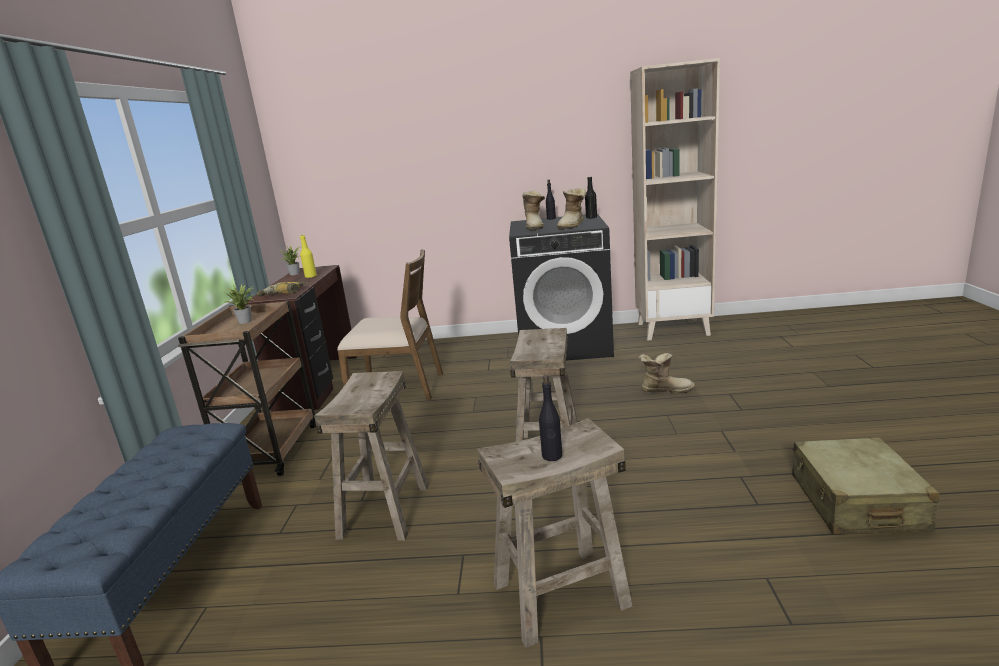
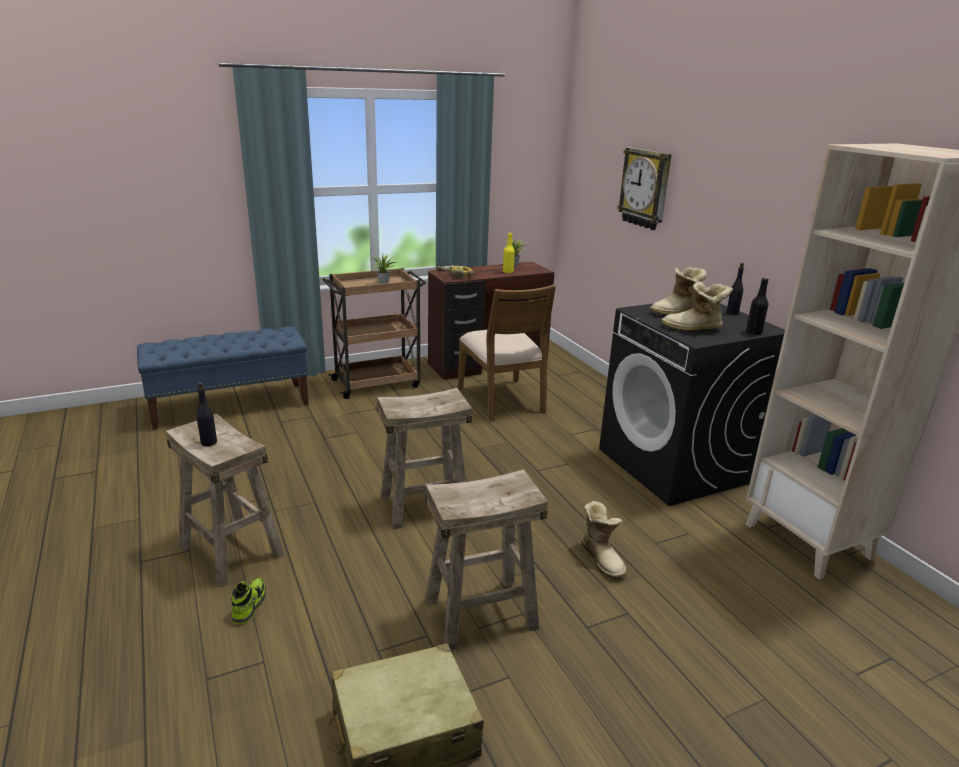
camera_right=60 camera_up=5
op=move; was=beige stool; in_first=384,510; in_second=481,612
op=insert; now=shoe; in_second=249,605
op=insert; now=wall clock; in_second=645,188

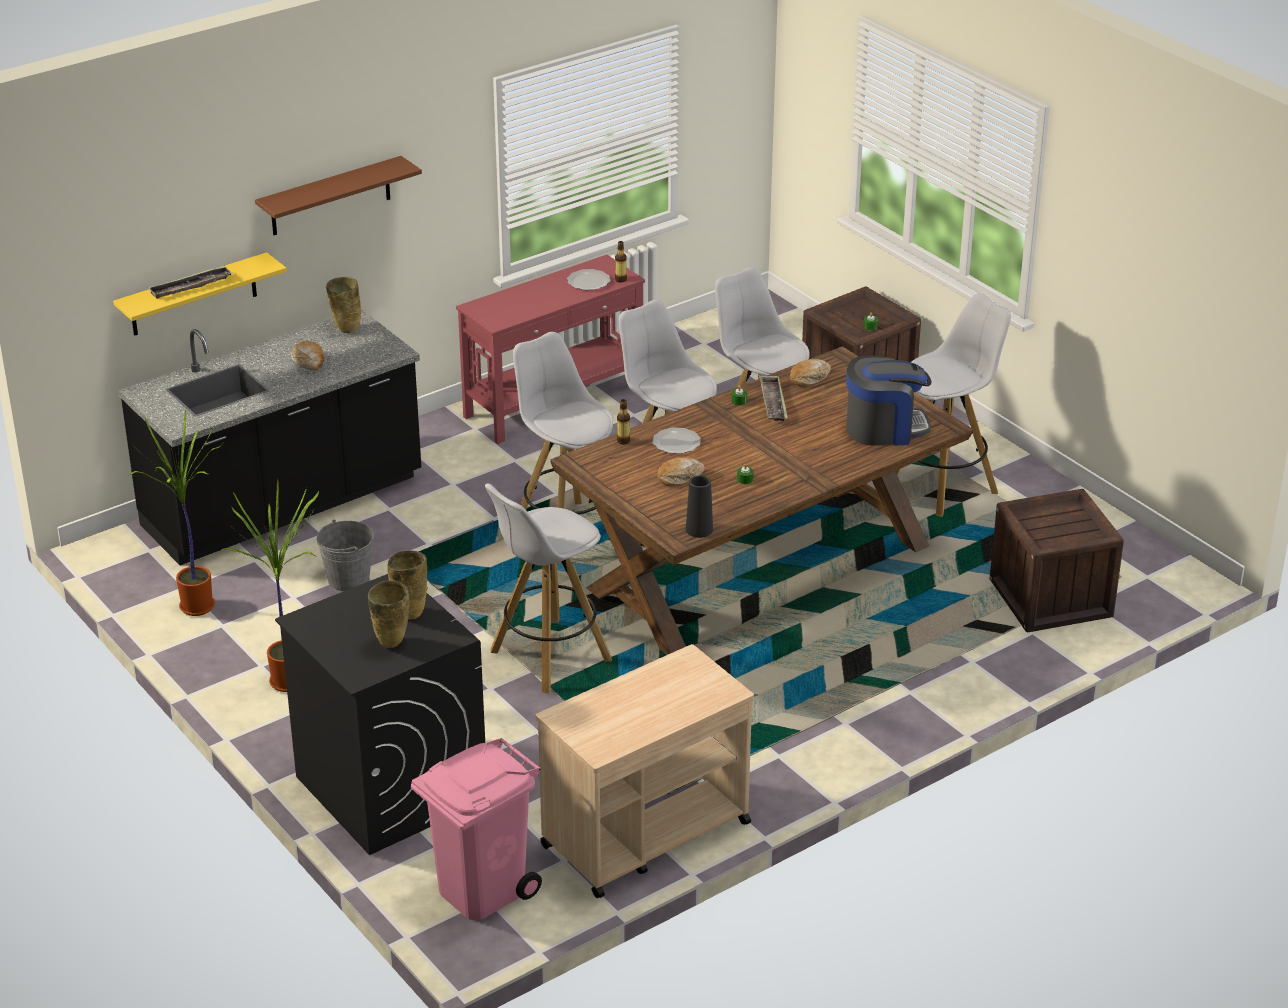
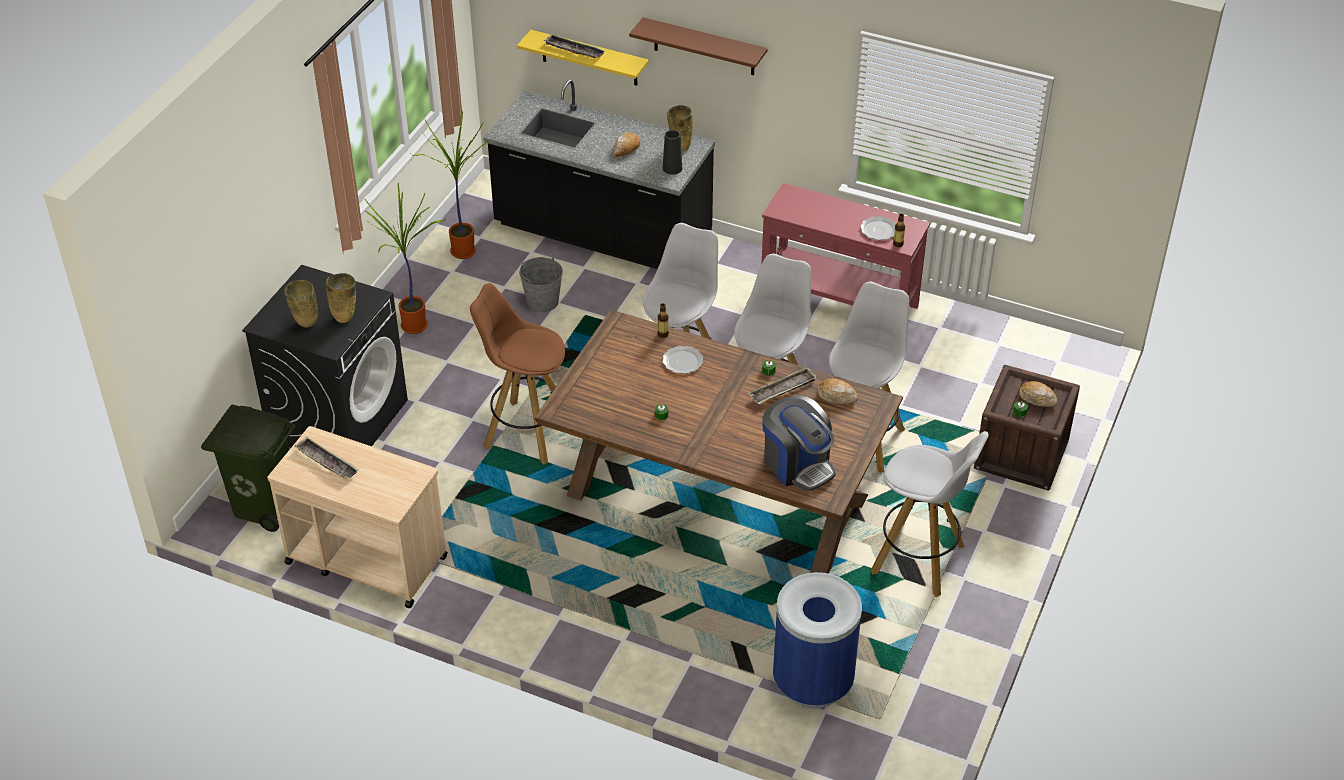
camera_right=60 camera_up=10
op=recolor; was=pink trash can; now=green trash can; in_first=480,889; in_second=264,504
op=recolor; was=white stool; now=brown stool; in_first=548,657; in_second=526,432
op=move; was=bread; in_first=680,477; in_second=1037,398
op=move; was=black vase; in_first=699,529; in_second=672,168
op=replace; was=crate; now=blue trash can; in_first=1050,598; in_second=812,682
op=insert; now=tray; in_second=327,462

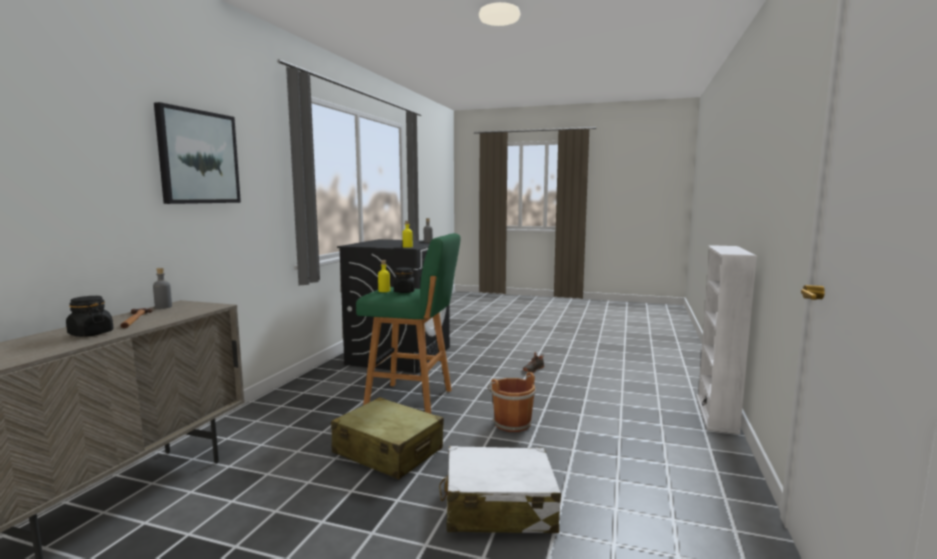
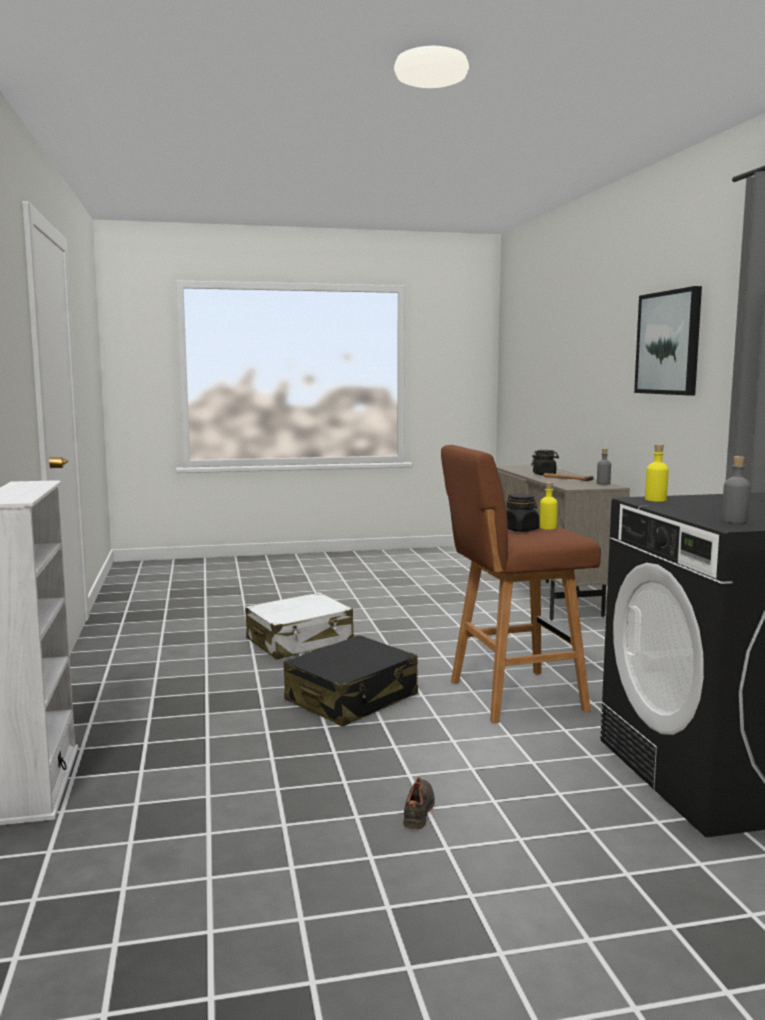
camera_right=150 camera_up=0
op=delete; was=beige suitcase; in_first=388,451
op=recolor; was=green stool; now=brown stool; in_first=412,401; in_second=512,696
op=replace; was=brown bucket; now=black suitcase; in_first=511,423; in_second=352,698

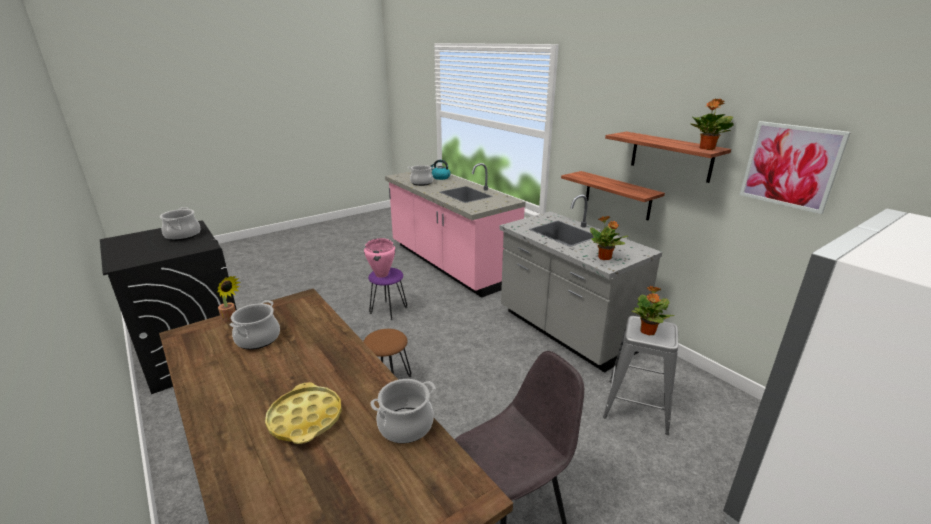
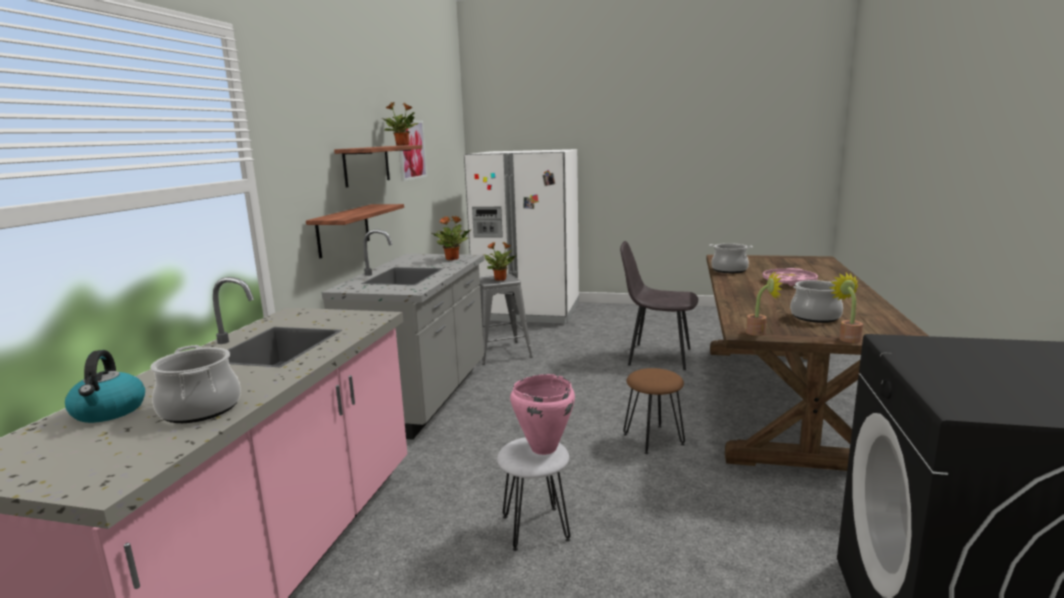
camera_right=-130 camera_up=-10
op=delete; was=cooking pot; in_first=183,235
op=recolor; was=yellow tray; now=pink tray; in_first=305,418; in_second=789,281
op=recolor; was=purple stool; now=white stool; in_first=388,310; in_second=534,528
op=insert; now=potted plant; in_second=759,332

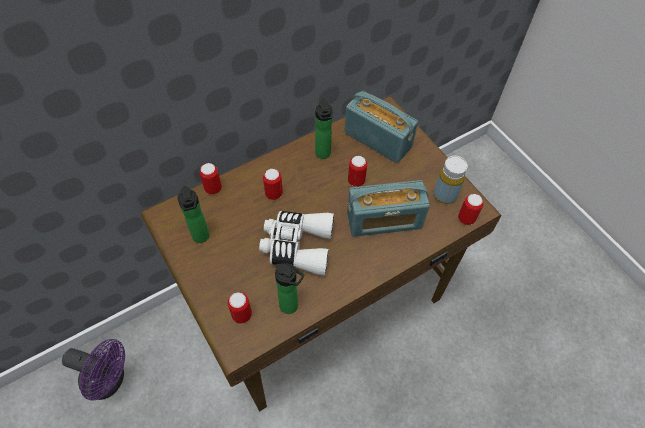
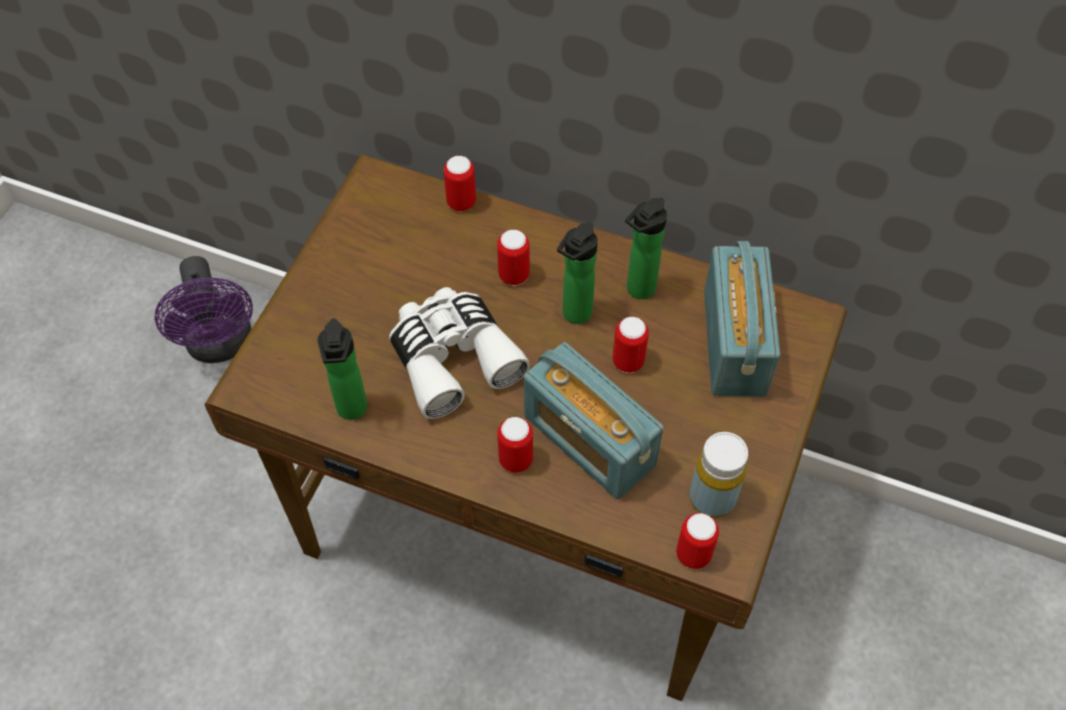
camera_right=55 camera_up=0
op=move; was=bottle; in_first=201,238; in_second=574,315
op=move; was=can; in_first=242,315; in_second=515,460

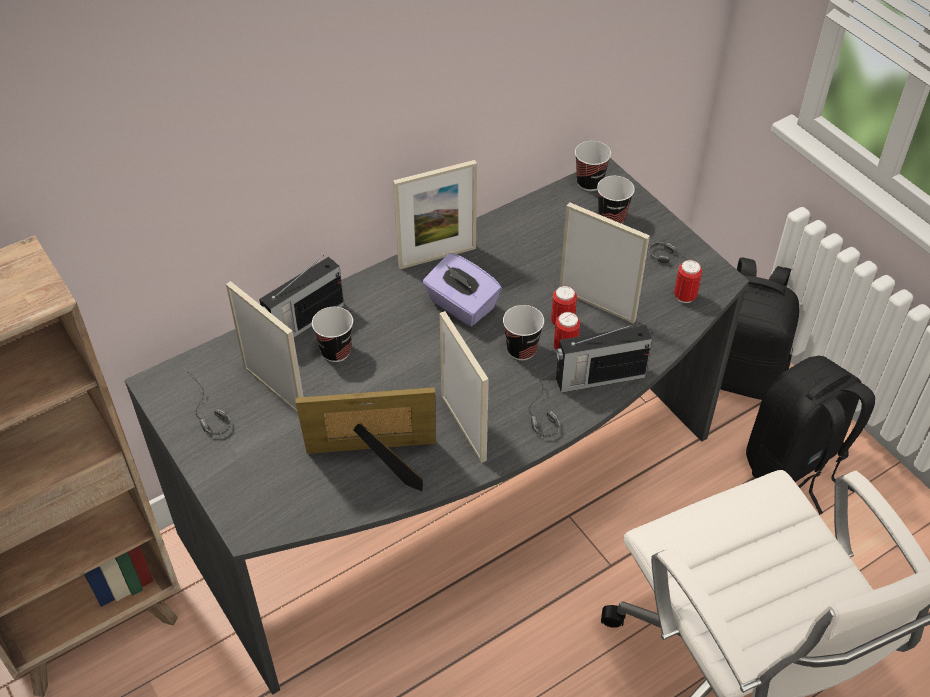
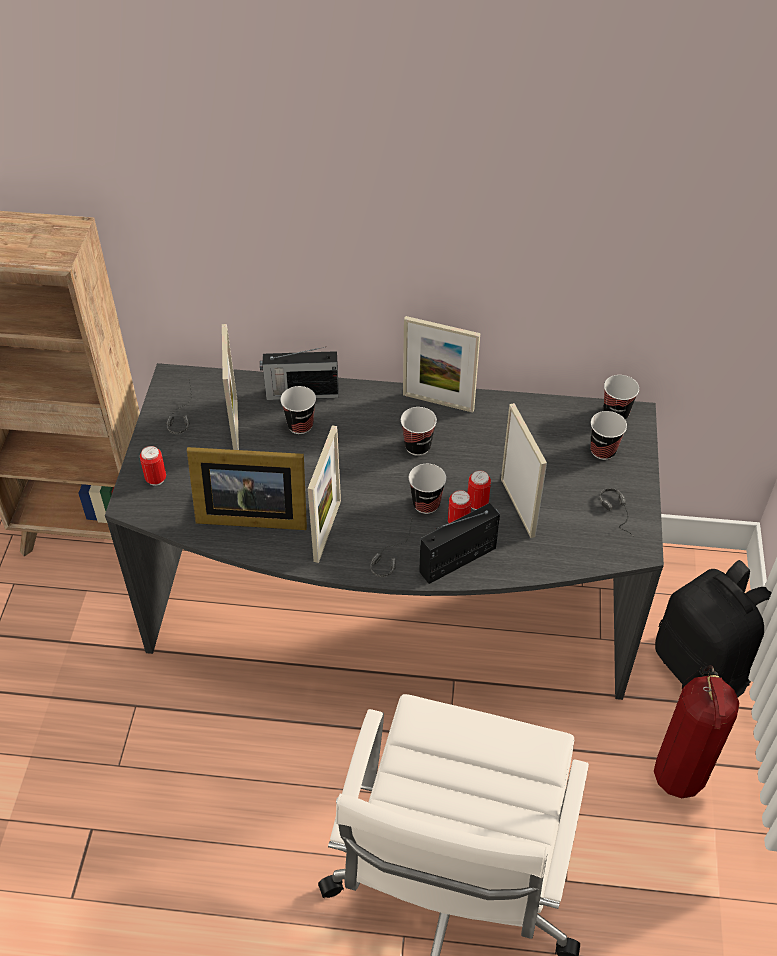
camera_right=40 camera_up=0
op=rotate; was=picture frame; in_first=376,460; in_second=249,513; clockwise=150
op=replace; was=purple tissue box; now=cup; in_first=461,305; in_second=417,446
op=rotate; was=radio; in_first=598,378; in_second=459,559; clockwise=120
op=move; was=can; in_first=685,296; in_second=156,479
op=replace; was=black backpack; now=fire extinguisher; in_first=795,466; in_second=676,772

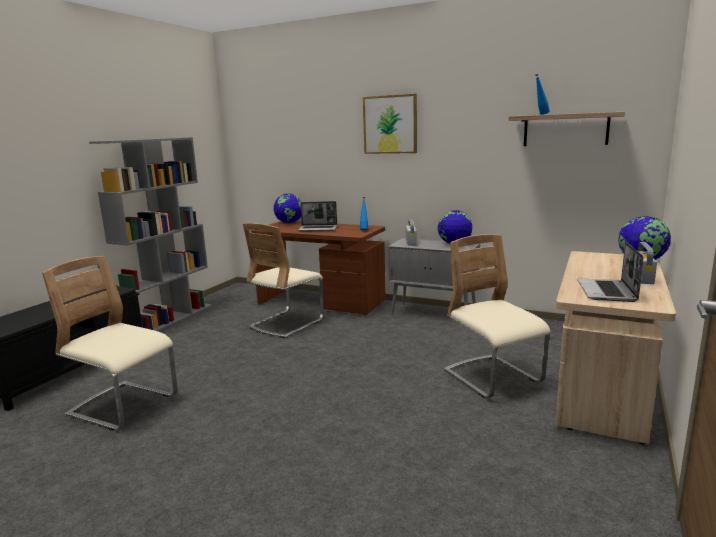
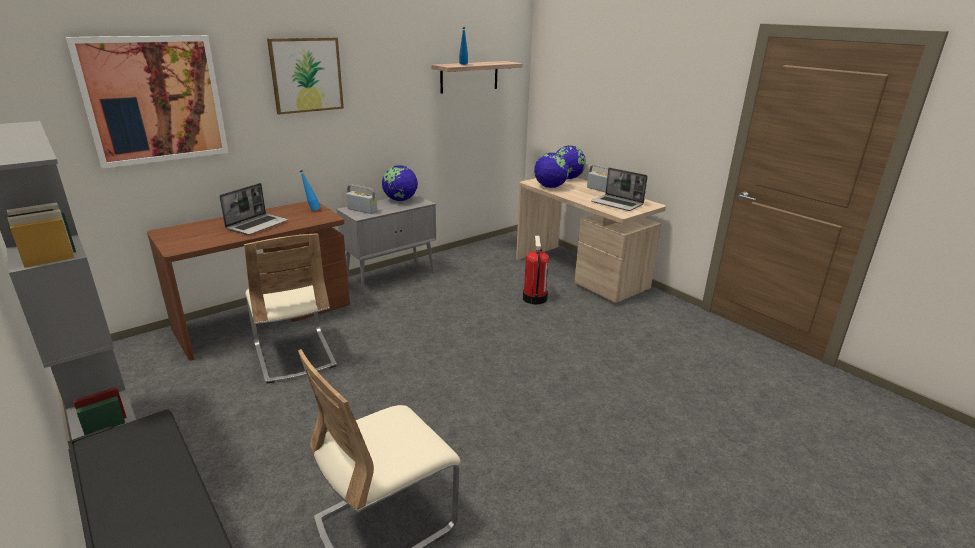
camera_right=-65 camera_up=10
op=move; was=globe; in_first=289,223; in_second=550,187
op=replace; was=beige chair; now=fire extinguisher; in_first=492,378; in_second=534,298
op=insert; now=picture; in_second=154,100

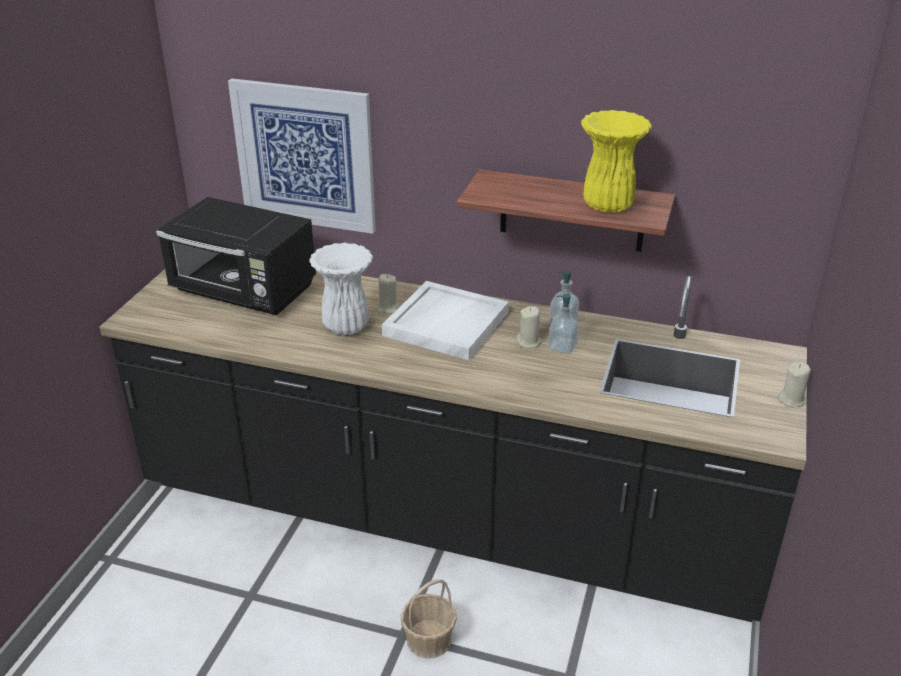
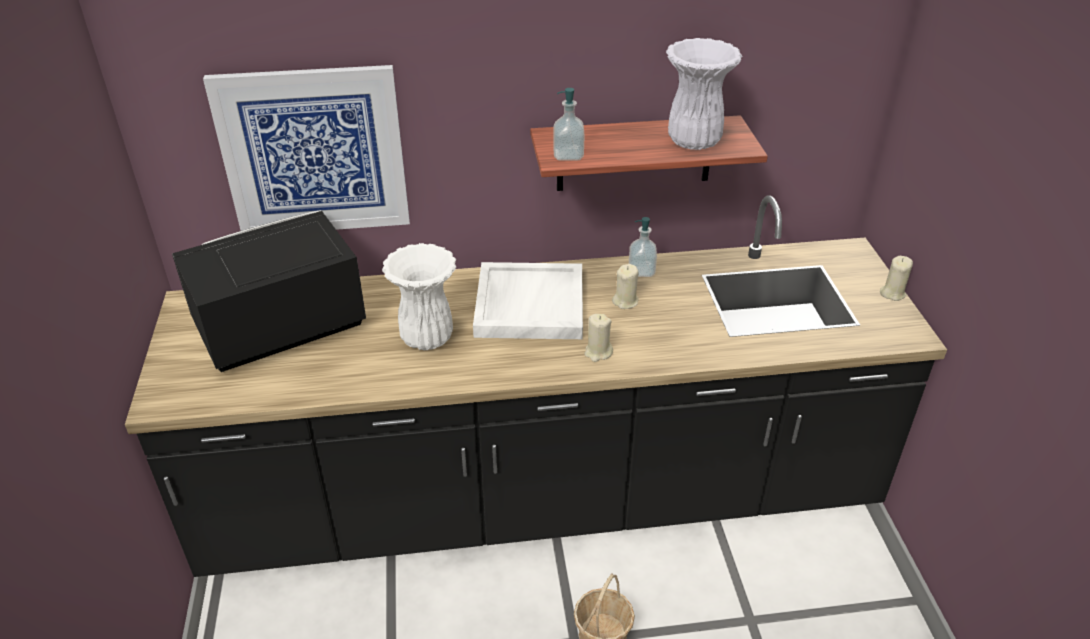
camera_right=-25 camera_up=5
op=rotate; was=black microwave; in_first=244,292; in_second=278,328; clockwise=150
op=move; was=beige candle; in_first=388,308; in_second=598,352
op=move; was=soap dispenser; in_first=562,347; in_second=568,155
op=recolor; was=yellow vase; now=white vase; in_first=606,206; in_second=693,142

